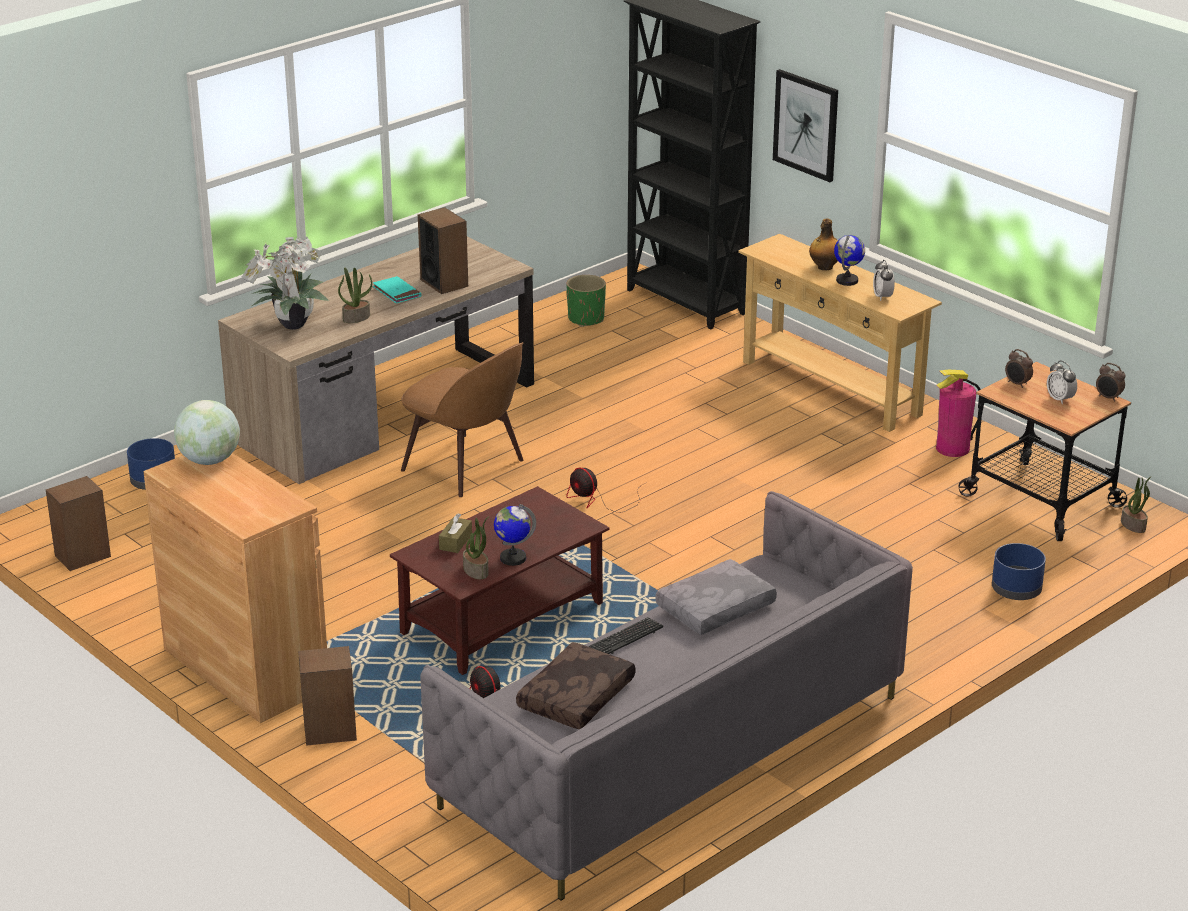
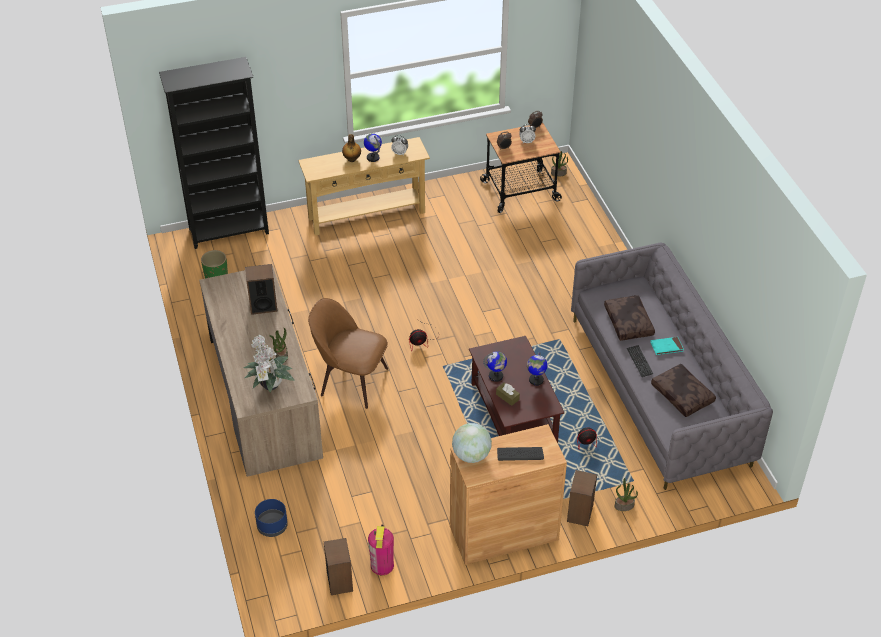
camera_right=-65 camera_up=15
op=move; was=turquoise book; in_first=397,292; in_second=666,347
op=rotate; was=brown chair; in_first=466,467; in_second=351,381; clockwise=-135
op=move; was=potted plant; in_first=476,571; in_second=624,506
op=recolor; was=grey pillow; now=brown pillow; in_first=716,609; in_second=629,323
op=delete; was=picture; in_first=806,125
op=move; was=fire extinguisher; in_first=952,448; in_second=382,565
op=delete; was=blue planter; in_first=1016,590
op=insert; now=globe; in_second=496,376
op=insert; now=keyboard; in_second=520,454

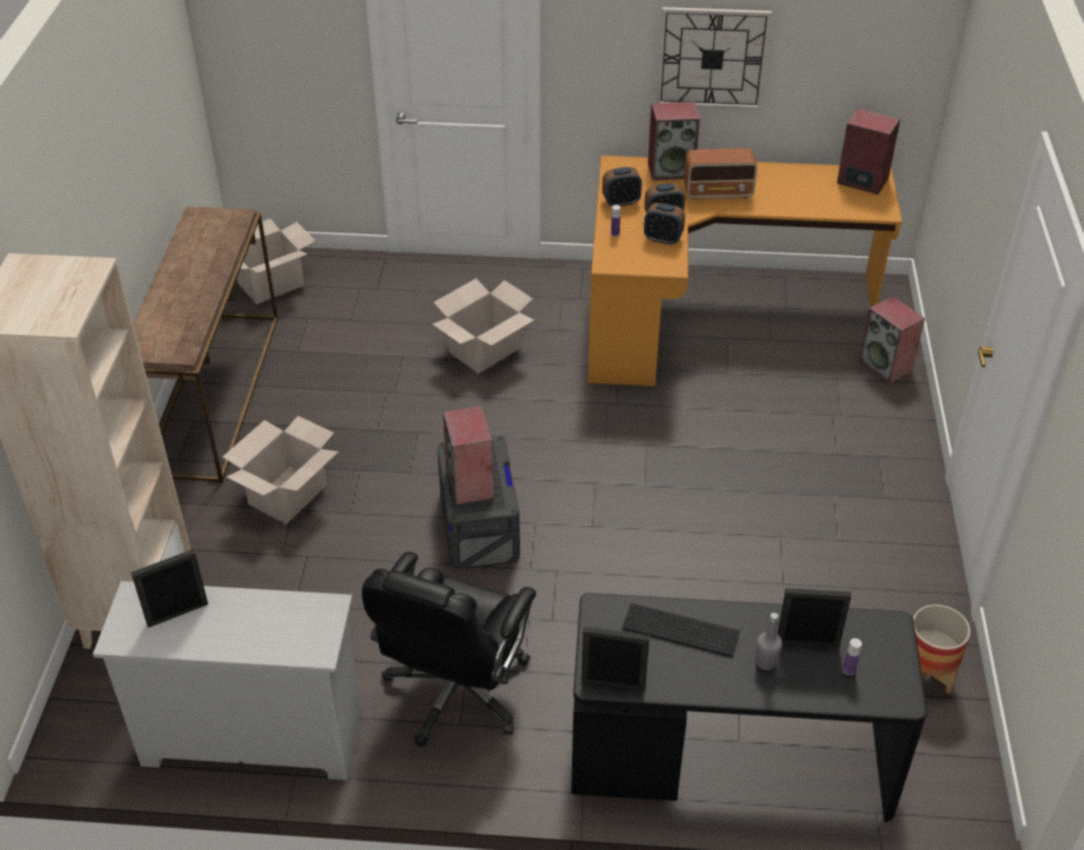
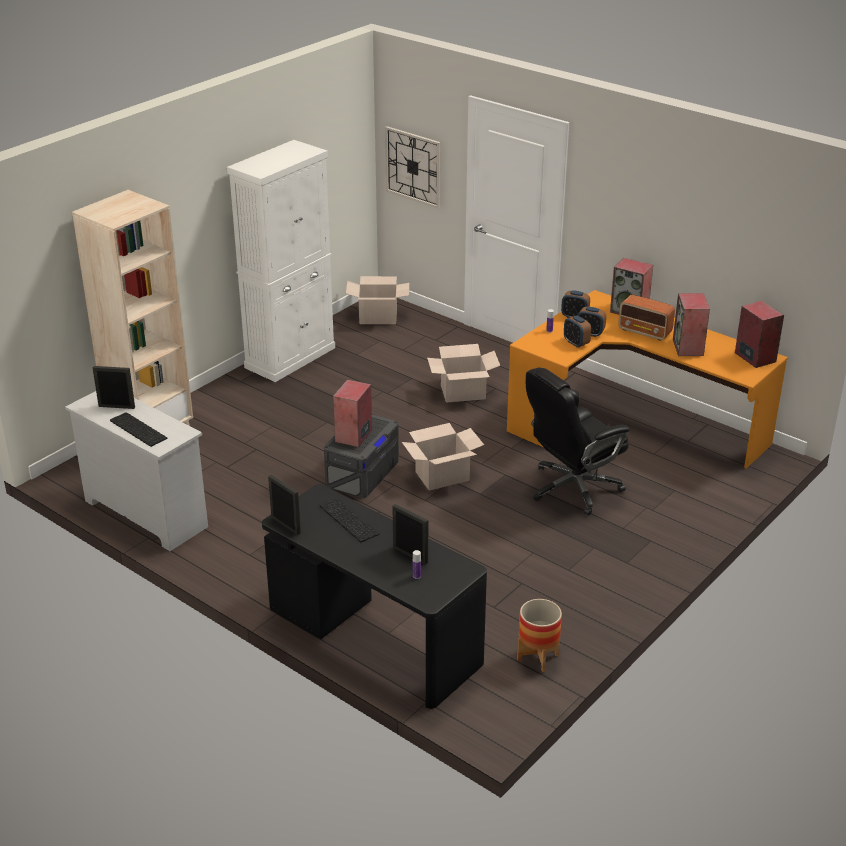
camera_right=35 camera_up=-10
op=replace; was=brown console table; now=white cabinet; in_first=213,393; in_second=290,357
op=move; was=cardboard box; in_first=288,495; in_second=442,476
op=move; was=black office chair; in_first=456,692; in_second=572,488
op=move; was=wall clock; in_first=712,58; in_second=413,166
op=delete; was=grey bottle; in_first=765,662
op=move; was=speaker; in_first=886,366; in_second=688,348
op=insert; now=keyboard; in_second=136,430

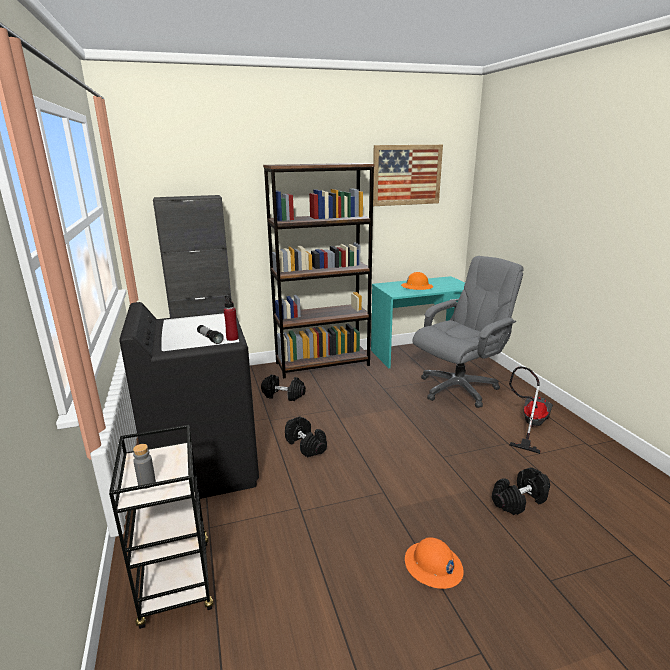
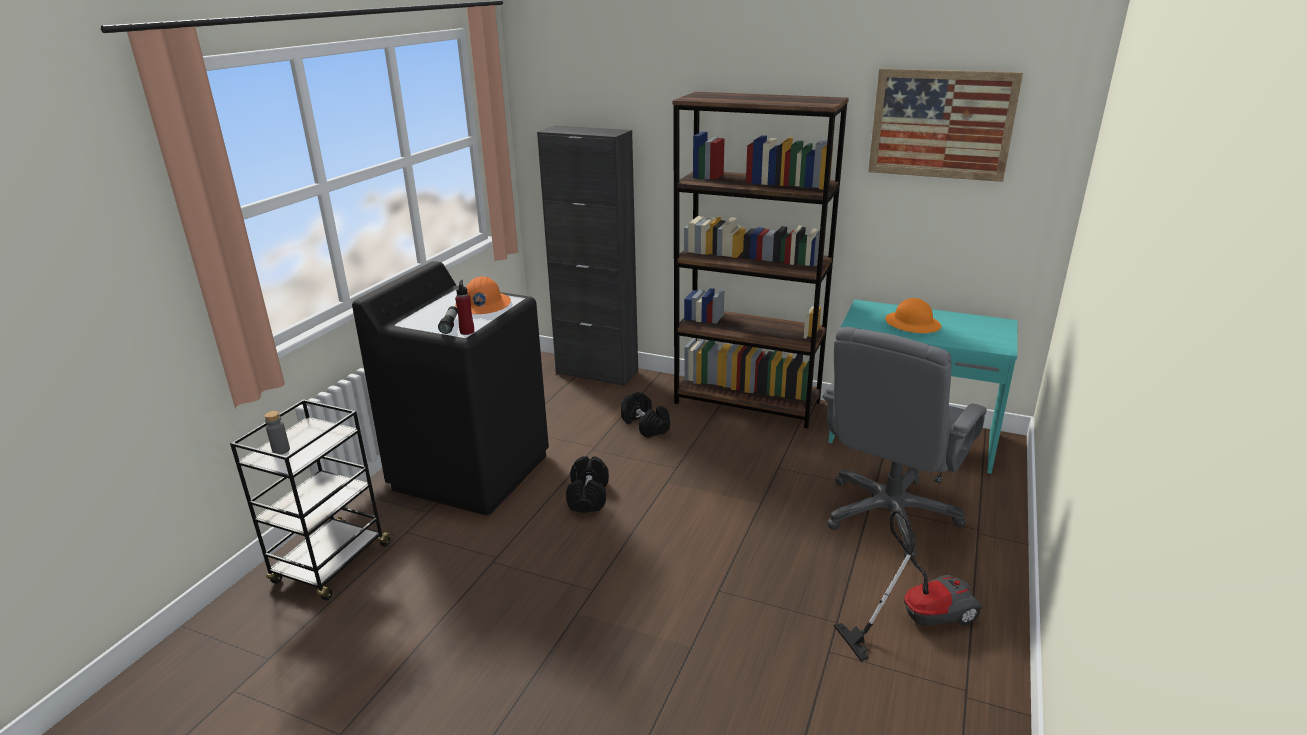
camera_right=40 camera_up=5
op=move; was=orange hard hat; in_first=433,566; in_second=483,305
op=rotate; was=grey office chair; in_first=458,388; in_second=889,514; clockwise=120
op=delete; was=black dumbbell; in_first=519,501

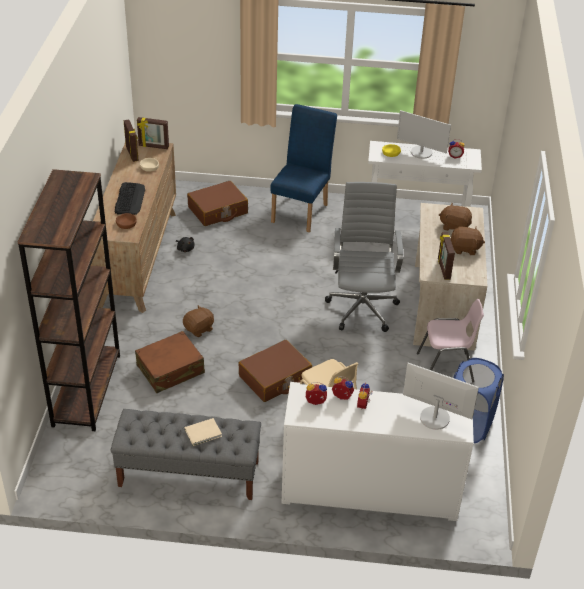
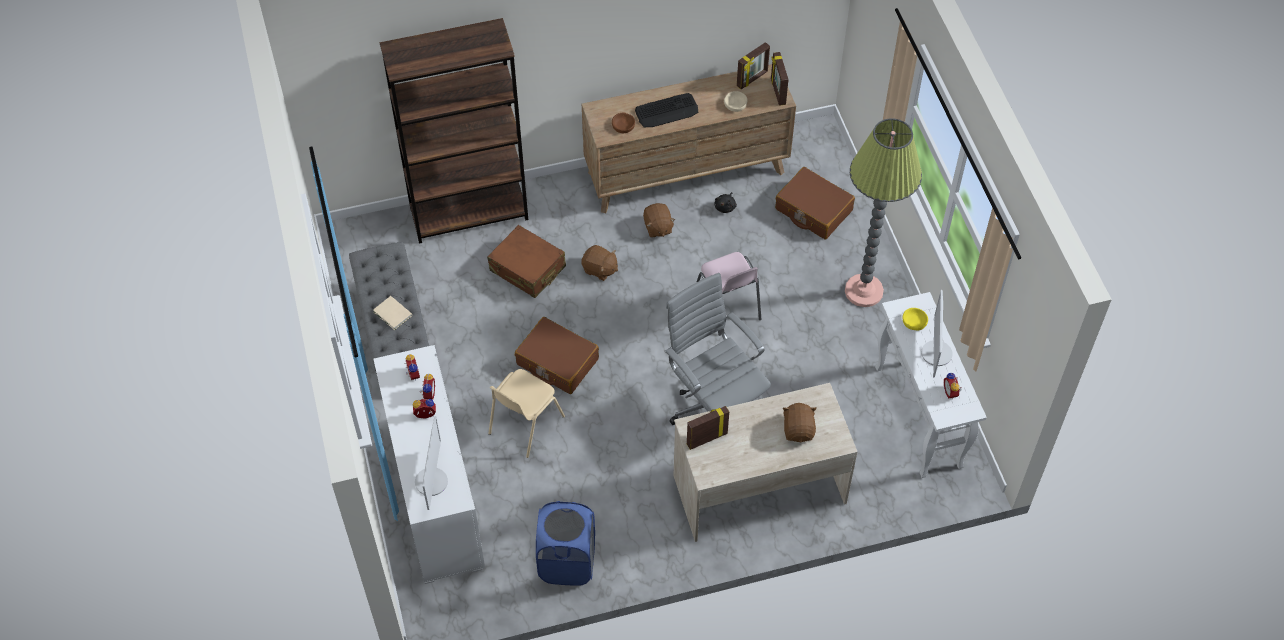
camera_right=70 camera_up=15
op=replace; was=blue chair; now=floor lamp; in_first=302,210; in_second=864,291
op=rotate; was=grey office chair; in_first=362,307; in_second=713,407; clockwise=-105
op=move; was=pink chair; in_first=446,368; in_second=727,307
op=move; was=brown plush toy; in_first=465,249; in_second=657,227

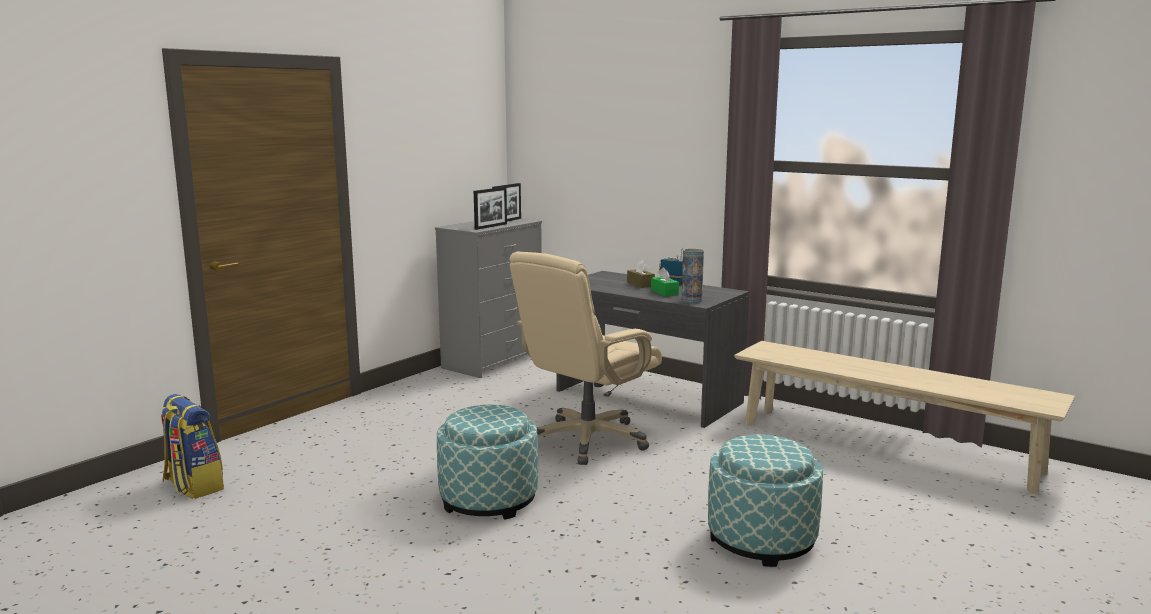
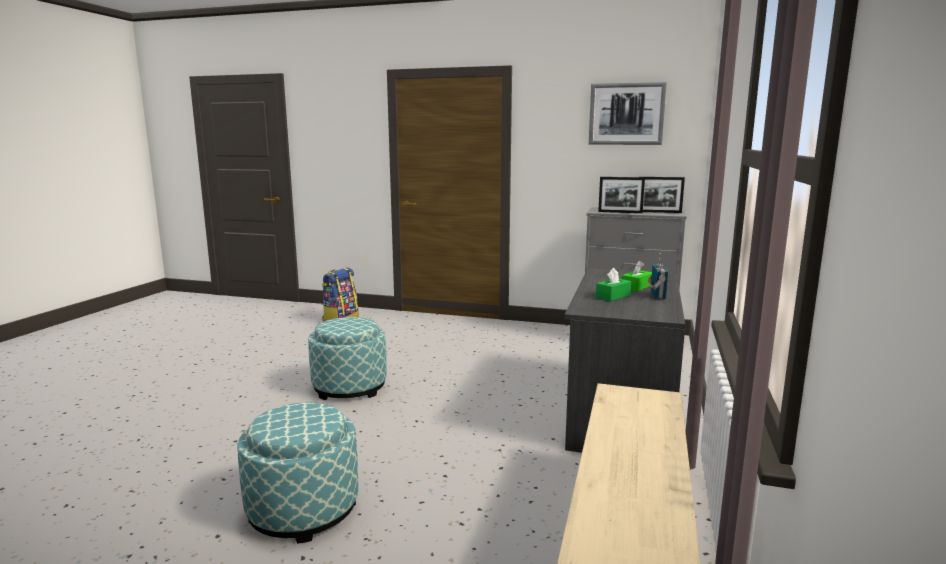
camera_right=70 camera_up=0
op=delete; was=beige office chair; in_first=587,440
op=recolor; was=brown tissue box; now=green tissue box; in_first=640,284; in_second=636,287
op=delete; was=vase; in_first=691,300
op=insert; now=picture; in_second=626,114

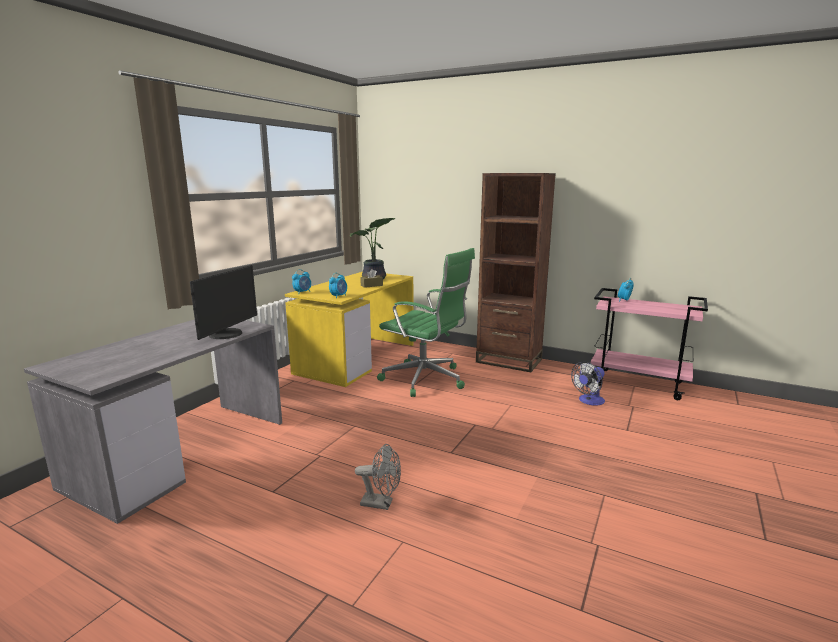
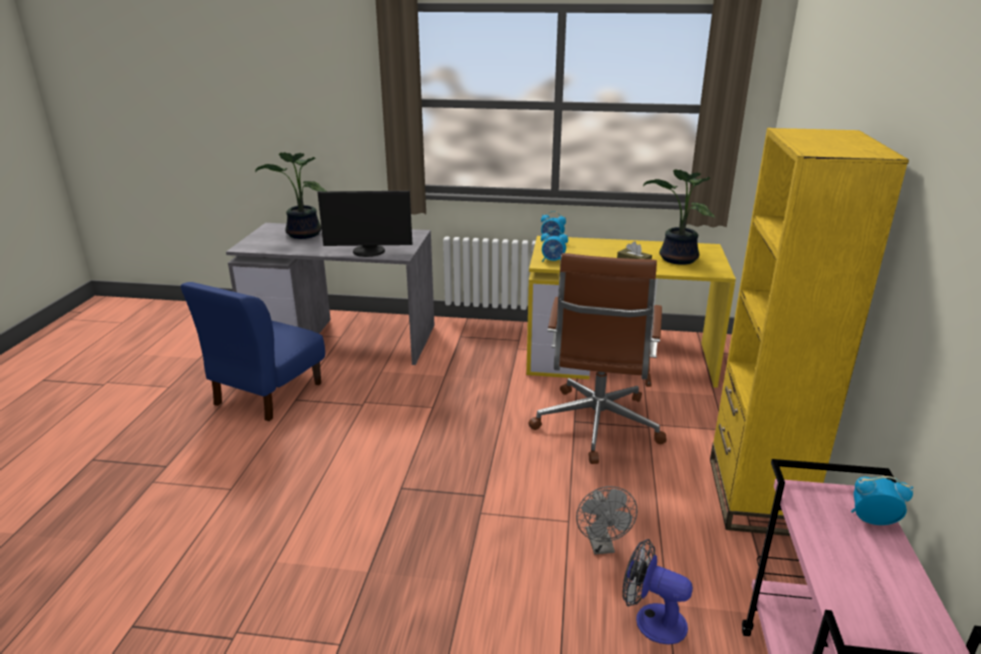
camera_right=70 camera_up=10
op=move; was=grey fan; in_first=381,503; in_second=602,546
op=recolor; was=green office chair; now=brown office chair; in_first=426,380; in_second=596,427
op=recolor; was=brown bookcase; now=yellow bookcase; in_first=509,361; in_second=755,496
op=insert; now=blue chair; in_second=267,394
op=insert; now=potted plant; in_second=302,235

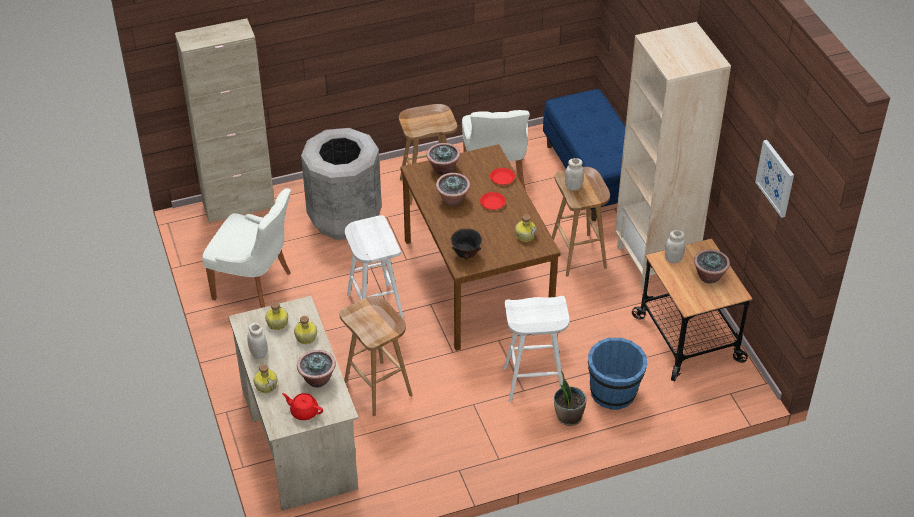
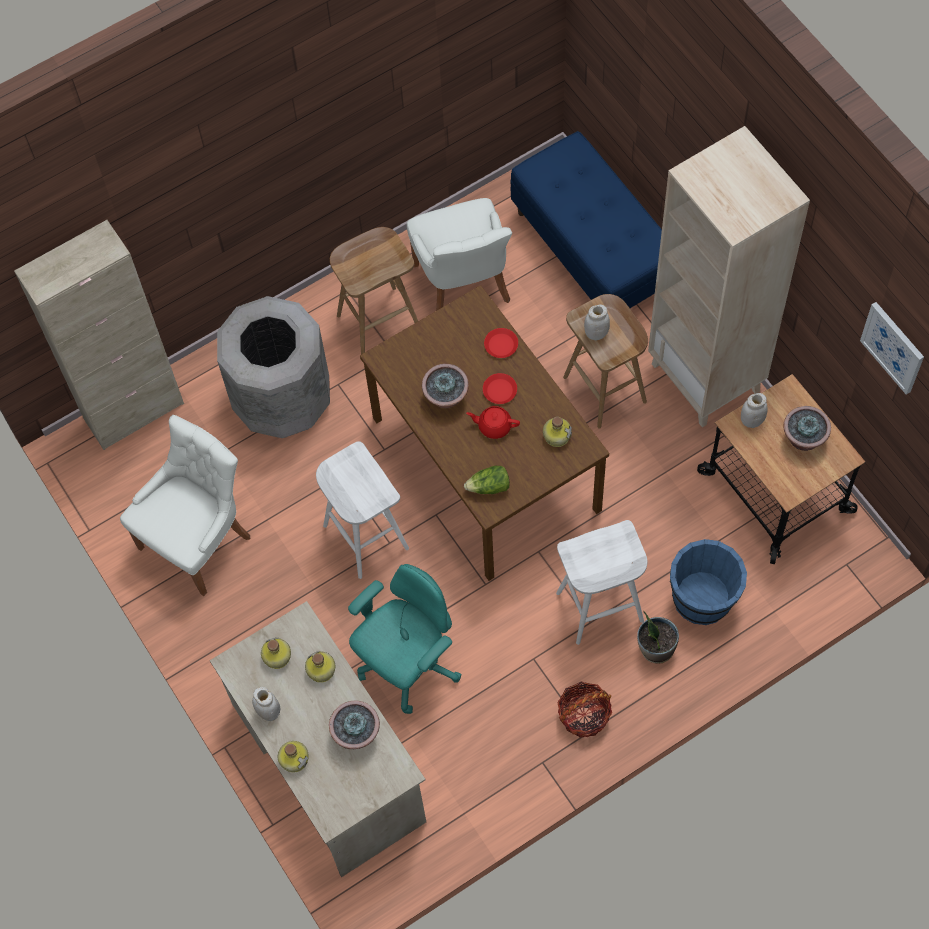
camera_right=-10 camera_up=20
op=rotate; was=white chair; in_first=255,286; in_second=198,540; clockwise=-60
op=move; was=red teapot; in_first=304,411; in_second=494,426
op=replace; was=brown stool; now=turquoise office chair; in_first=379,388; in_second=408,664
op=delete; was=potted plant; in_first=443,169
op=replace; was=black bowl; now=lettuce; in_first=466,255; in_second=489,487
op=insert; now=basket; in_second=584,715

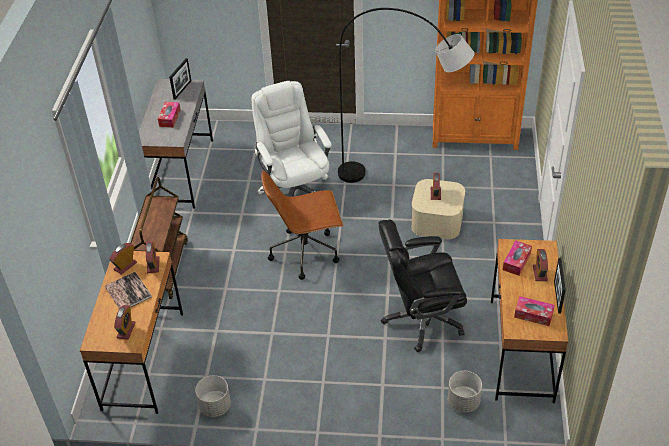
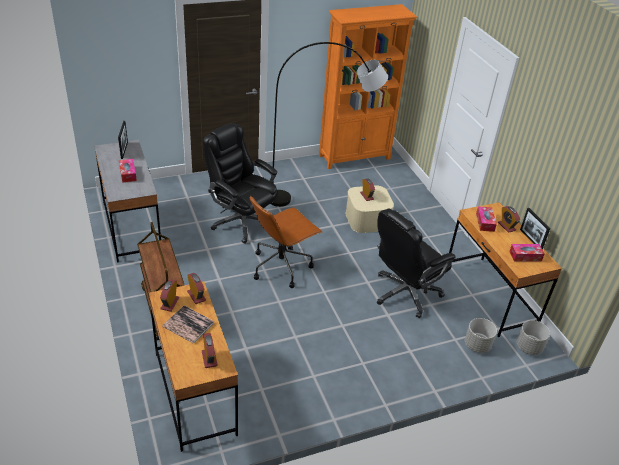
camera_right=-30 camera_up=-5
op=move; was=grey planter; in_first=215,406; in_second=528,347
op=recolor; was=white office chair; now=black office chair; in_first=295,190; in_second=241,221

